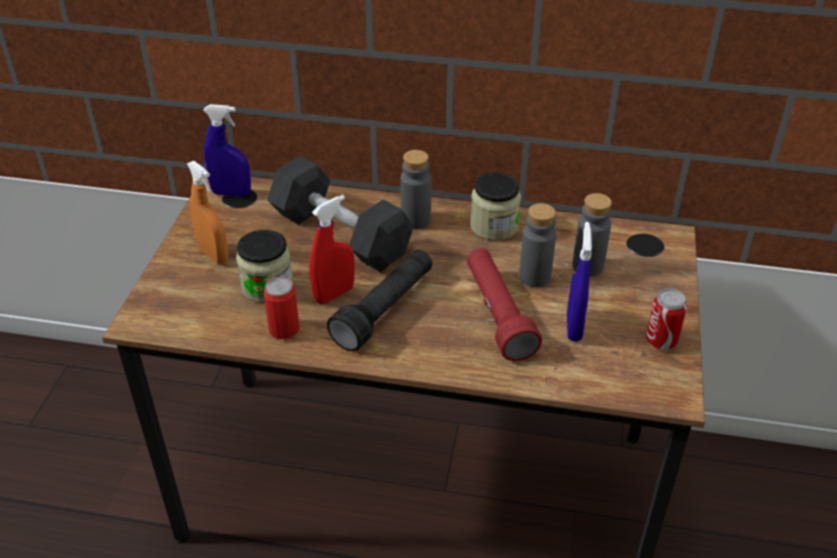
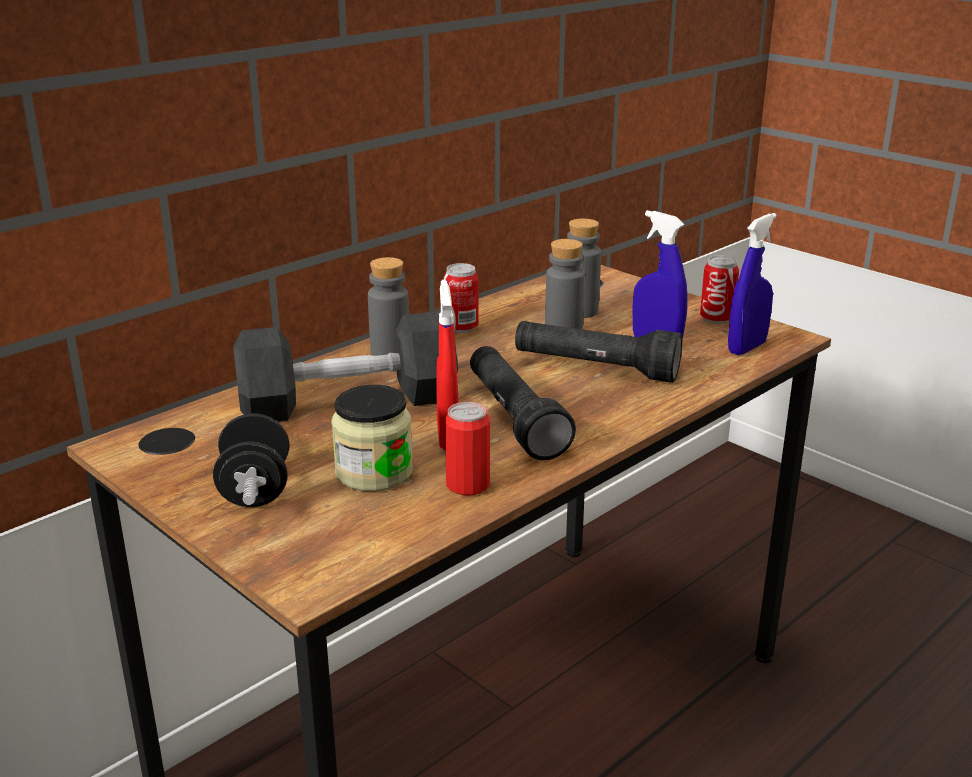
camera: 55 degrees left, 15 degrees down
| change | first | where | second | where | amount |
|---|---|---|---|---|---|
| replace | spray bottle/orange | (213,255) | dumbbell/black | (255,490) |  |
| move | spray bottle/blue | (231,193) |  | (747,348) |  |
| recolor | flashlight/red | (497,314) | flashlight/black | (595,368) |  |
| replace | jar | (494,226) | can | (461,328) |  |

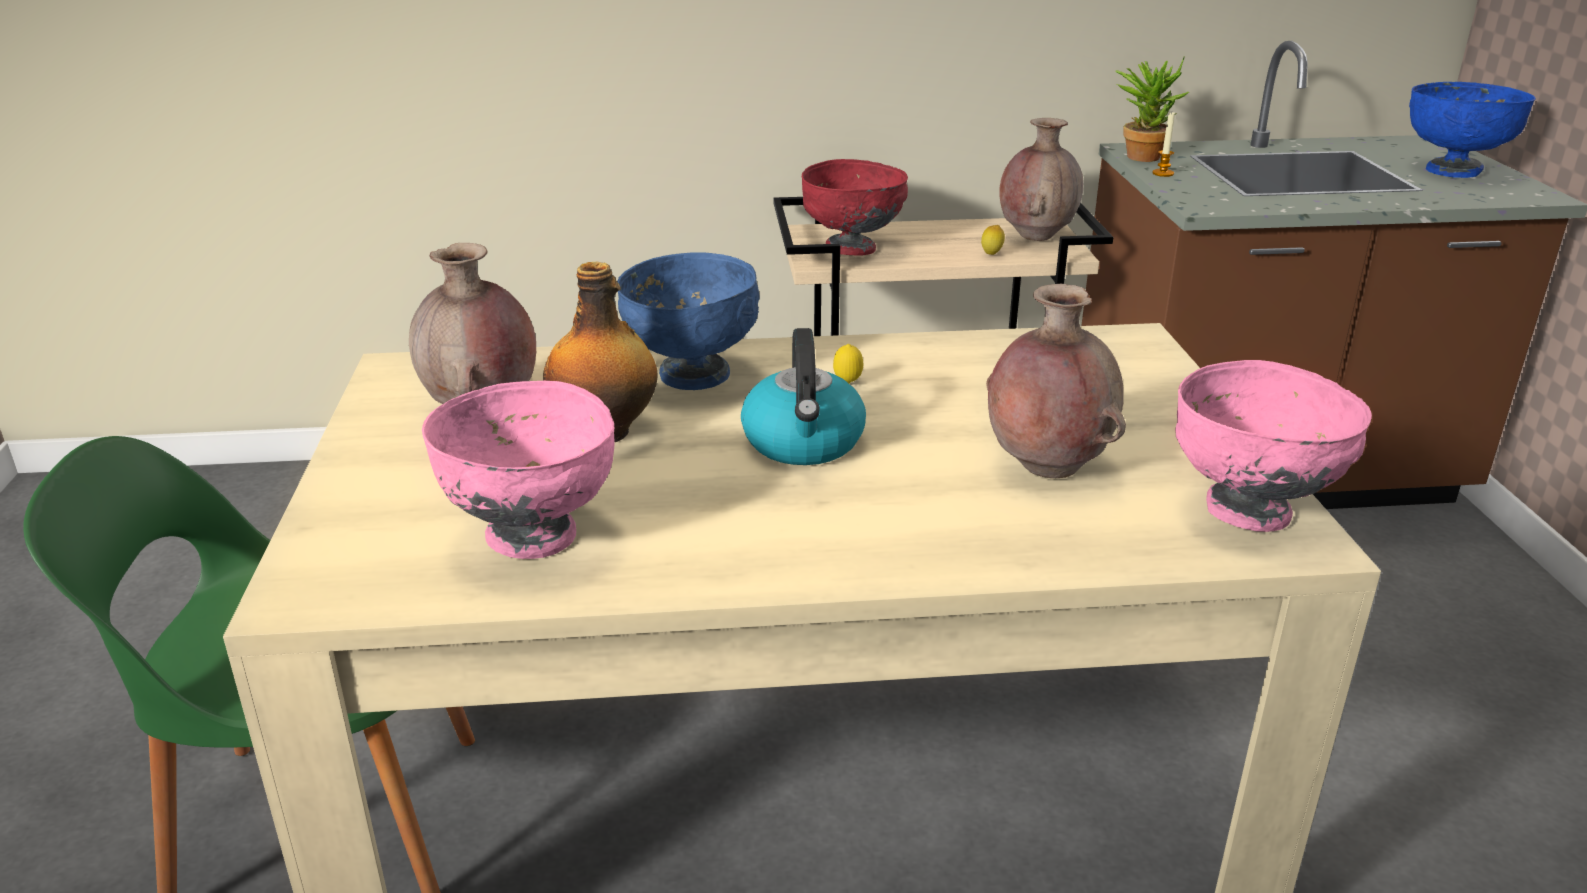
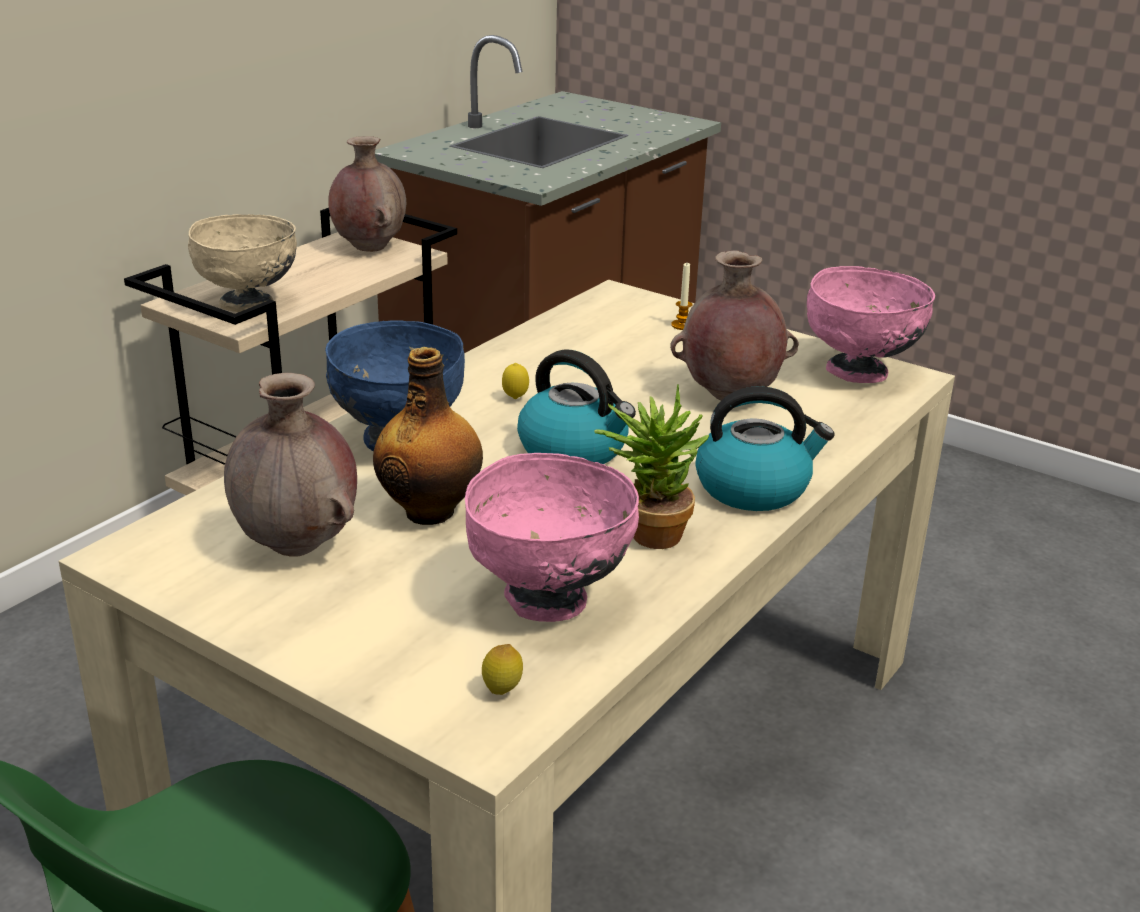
camera: 50 degrees left, 0 degrees up
| change | first | where | second | where | amount |
|---|---|---|---|---|---|
| recolor | bowl/red | (851,249) | bowl/beige | (248,305) |  |
| move | lemon | (991,255) |  | (502,692) |  |
| move | potted plant | (1142,155) |  | (648,532) |  |
| move | candle | (1163,173) |  | (682,325) |  |
| delete | bowl/blue | (1453,171) |  |  |  |
| insert |  |  | kettle | (754,488) |  |

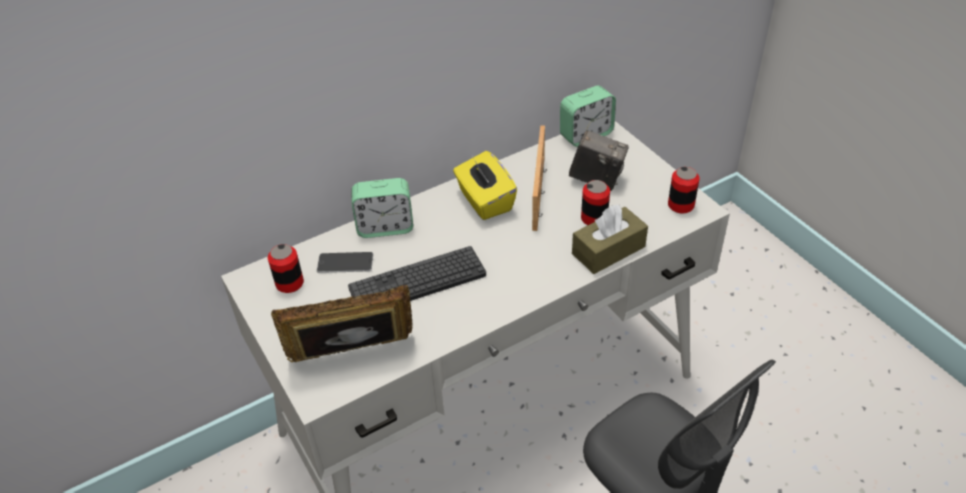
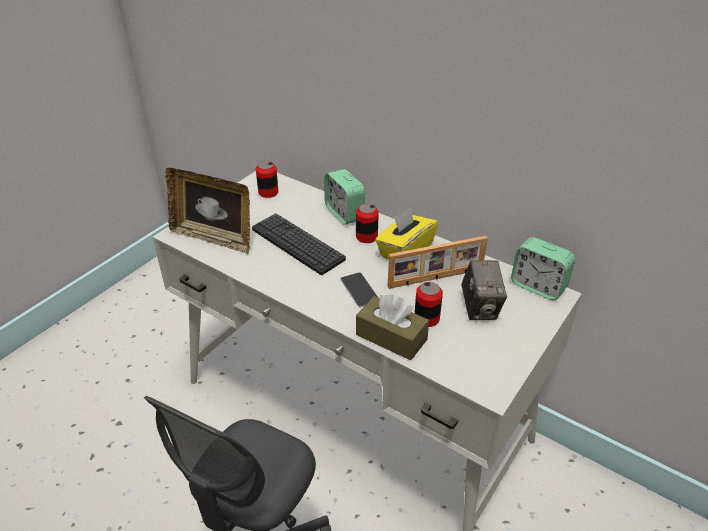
camera: 65 degrees right, 5 degrees down
| change | first | where | second | where | amount |
|---|---|---|---|---|---|
| rotate | picture frame | (352,357) |  | (214,237) | 150 degrees clockwise |
| move | phone | (345,262) |  | (359,290) |  |
| move | can | (681,205) |  | (366,237) |  |

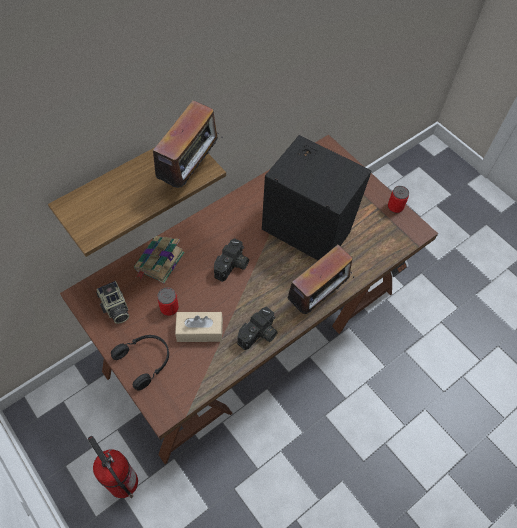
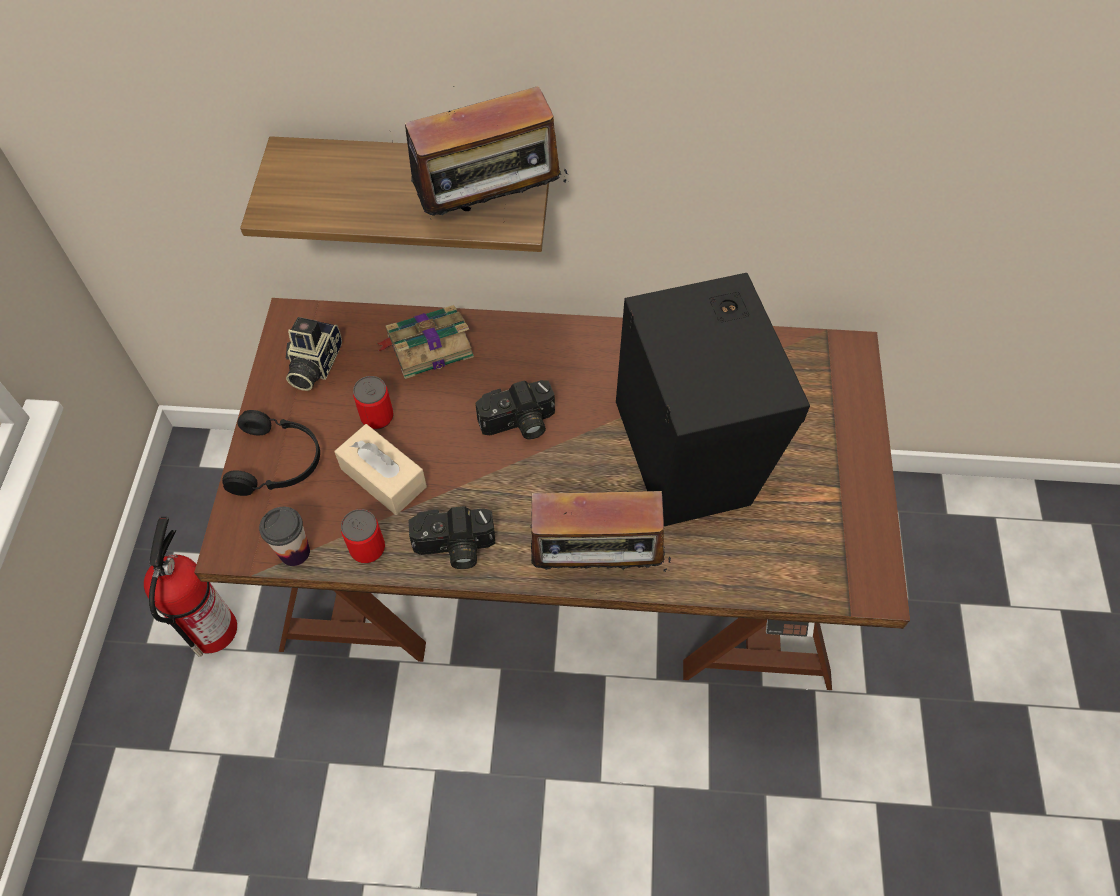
camera: 45 degrees right, 0 degrees up
| change | first | where | second | where | amount |
|---|---|---|---|---|---|
| move | can | (395,207) |  | (367,548) |  |
| insert |  |  | cup | (294,552) |  |

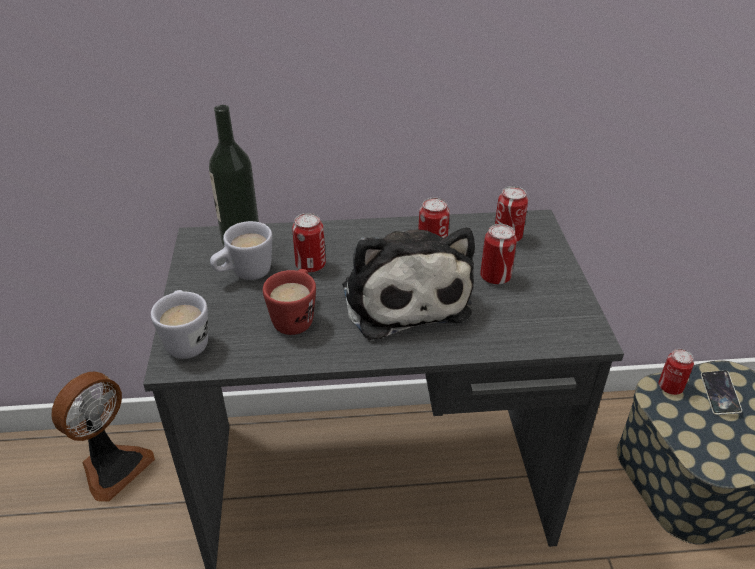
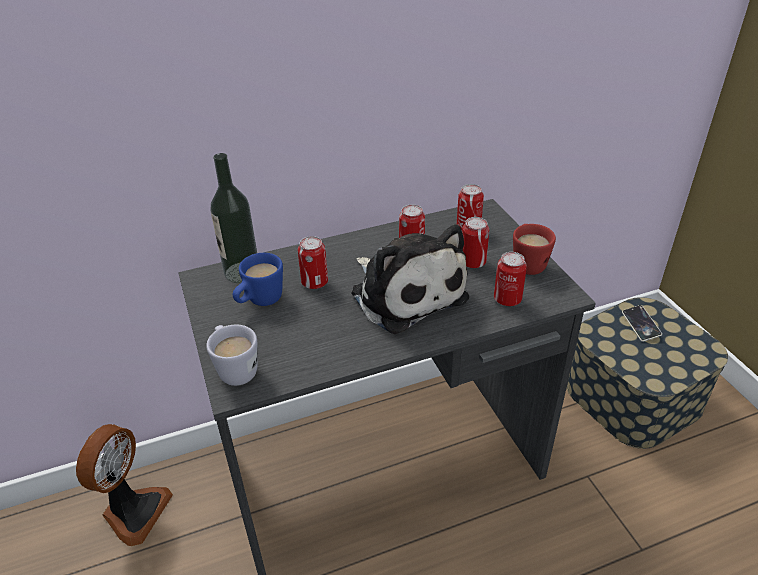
camera: 15 degrees left, 0 degrees up
| change | first | where | second | where | amount |
|---|---|---|---|---|---|
| recolor | mug/white | (244,274) | mug/blue | (260,301) |  |
| move | mug/red | (296,317) |  | (527,262) |  |
| move | can | (670,387) |  | (507,299) |  |

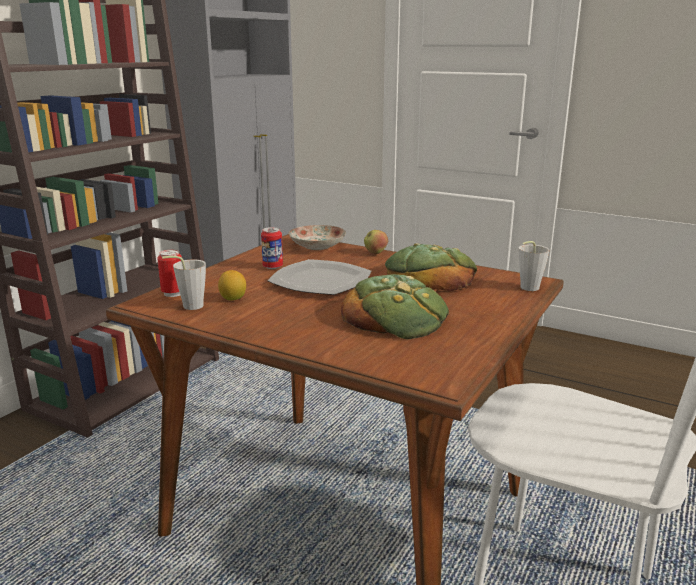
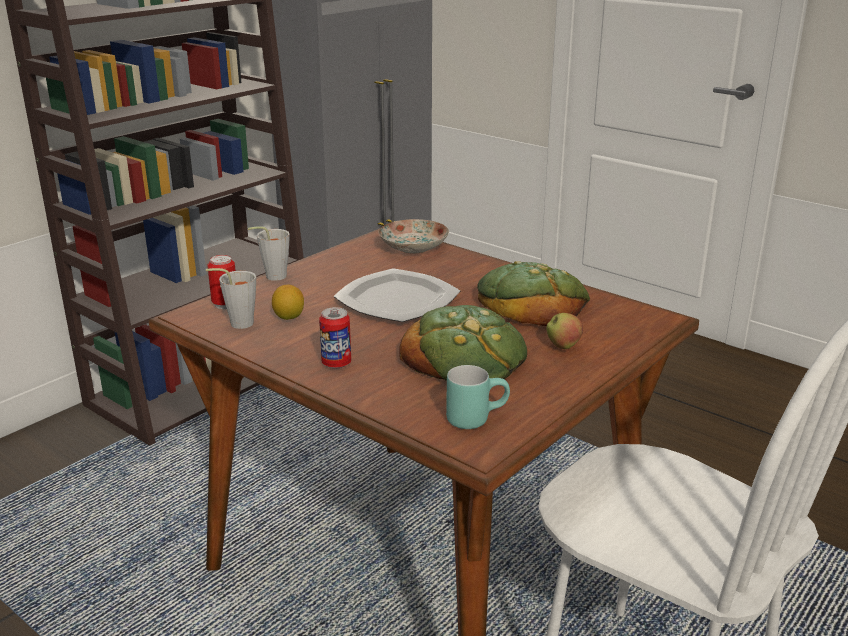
camera: 10 degrees right, 5 degrees up
| change | first | where | second | where | amount |
|---|---|---|---|---|---|
| move | can | (272,267) |  | (336,363) |  |
| move | apple | (376,253) |  | (563,347) |  |
| move | cup/grey | (526,288) |  | (271,277) |  |
| insert |  |  | mug/turquoise | (475,417) |  |

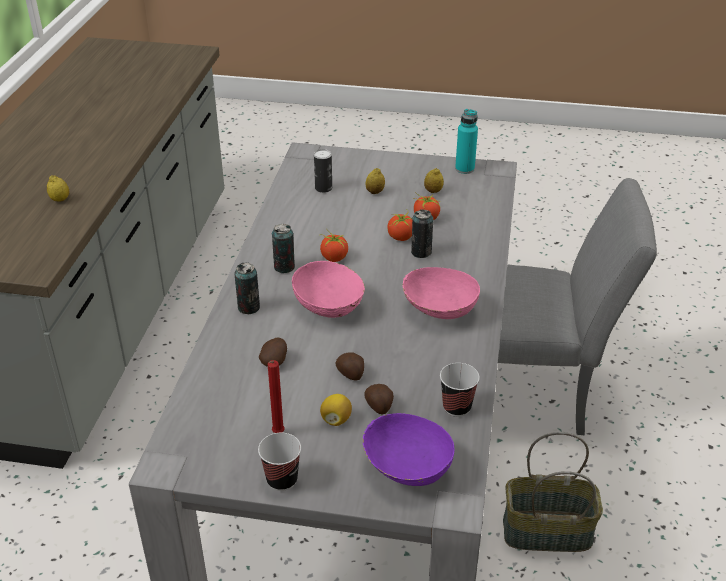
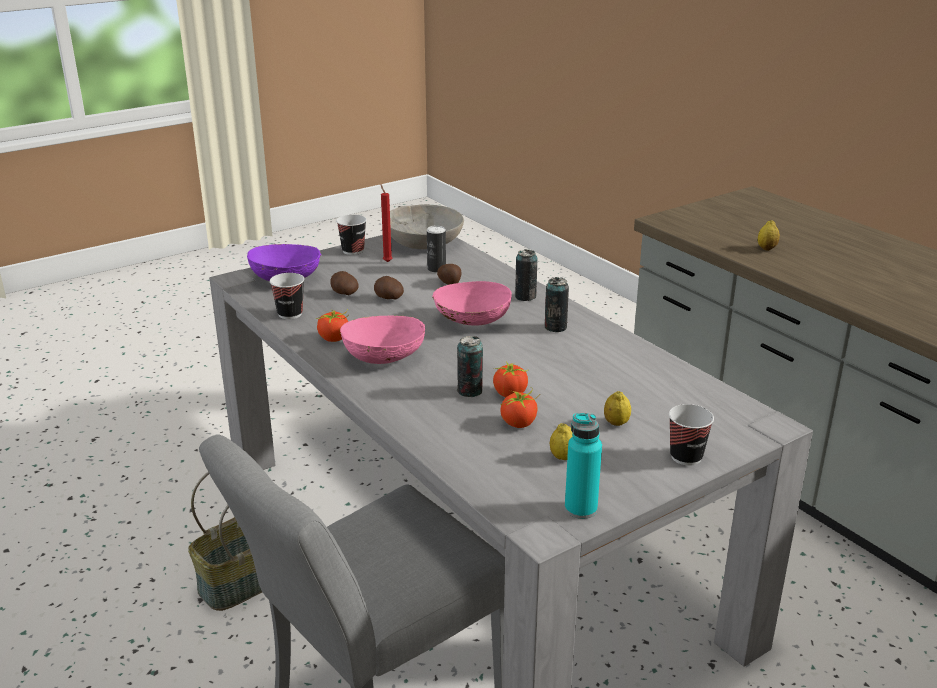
camera: 135 degrees right, 10 degrees down
| change | first | where | second | where | amount |
|---|---|---|---|---|---|
| move | can | (323,188) |  | (436,269) |  |
| move | tomato | (334,258) |  | (334,338) |  |
| delete | lemon | (336,419) |  |  |  |
| insert |  |  | bowl/grey | (423,242) |  |
| insert |  |  | cup | (686,457) |  |

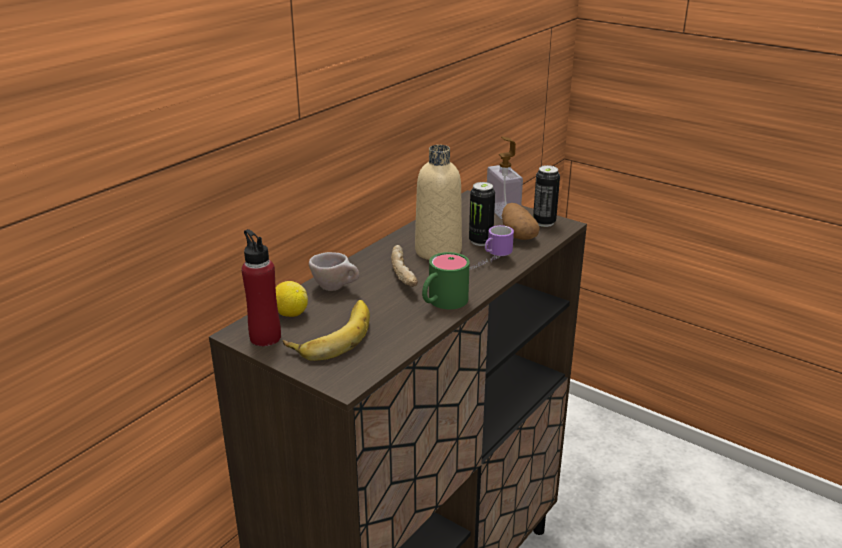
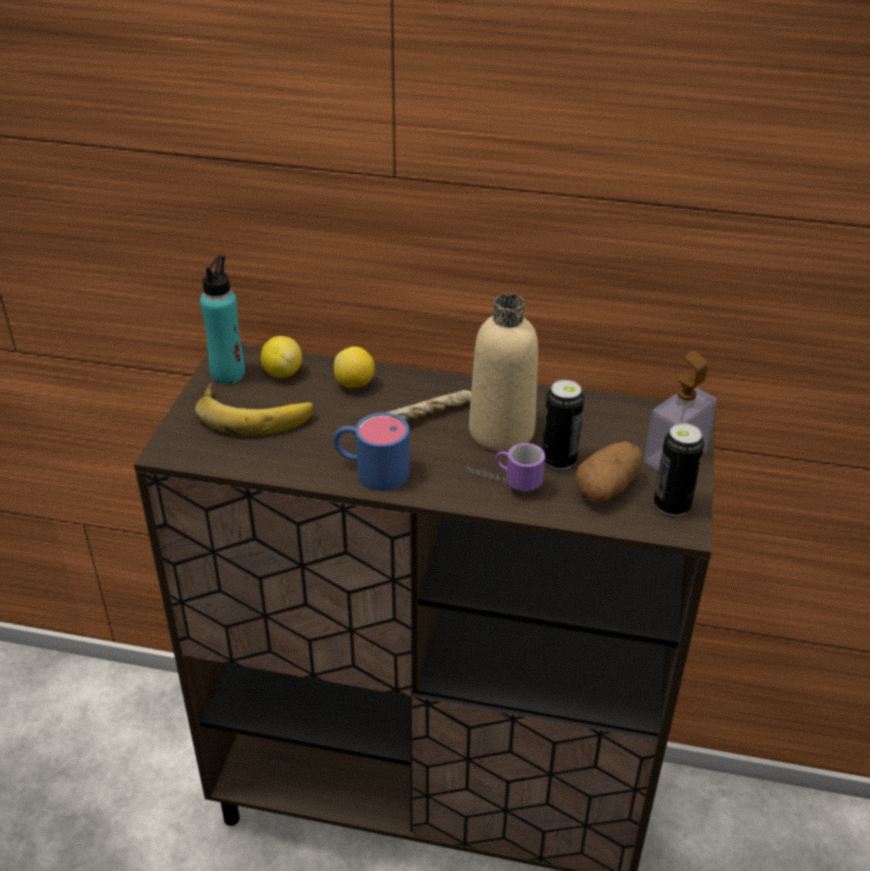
camera: 65 degrees right, 10 degrees up
| change | first | where | second | where | amount |
|---|---|---|---|---|---|
| recolor | bottle/red | (265,337) | bottle/turquoise | (228,373) |  |
| replace | cup/beige | (336,288) | lemon | (355,384) |  |
| recolor | mug/green | (442,302) | mug/blue | (371,470) |  |

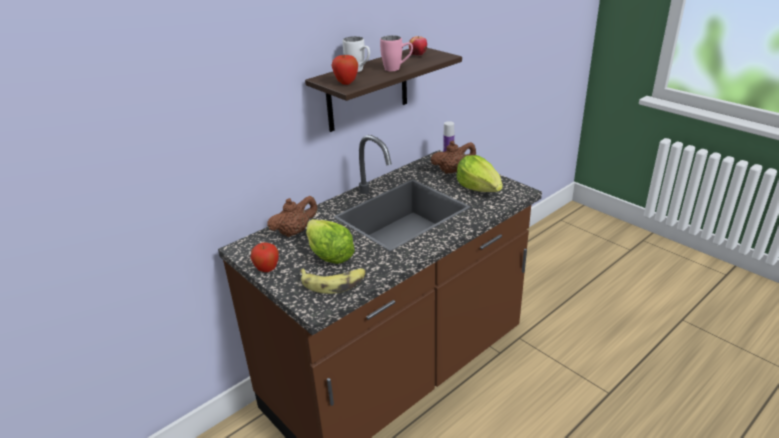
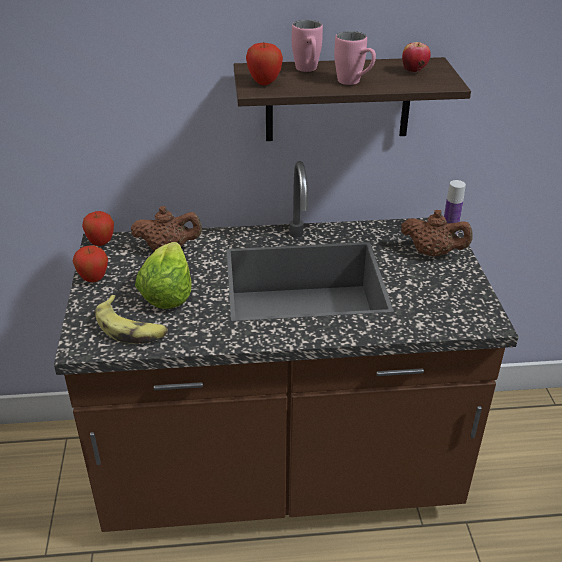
camera: 35 degrees right, 5 degrees up
| change | first | where | second | where | amount |
|---|---|---|---|---|---|
| recolor | mug/white | (359,70) | mug/pink | (307,70) |  |
| delete | lettuce | (479,189) |  |  |  |
| insert |  |  | apple | (101,243) |  |

